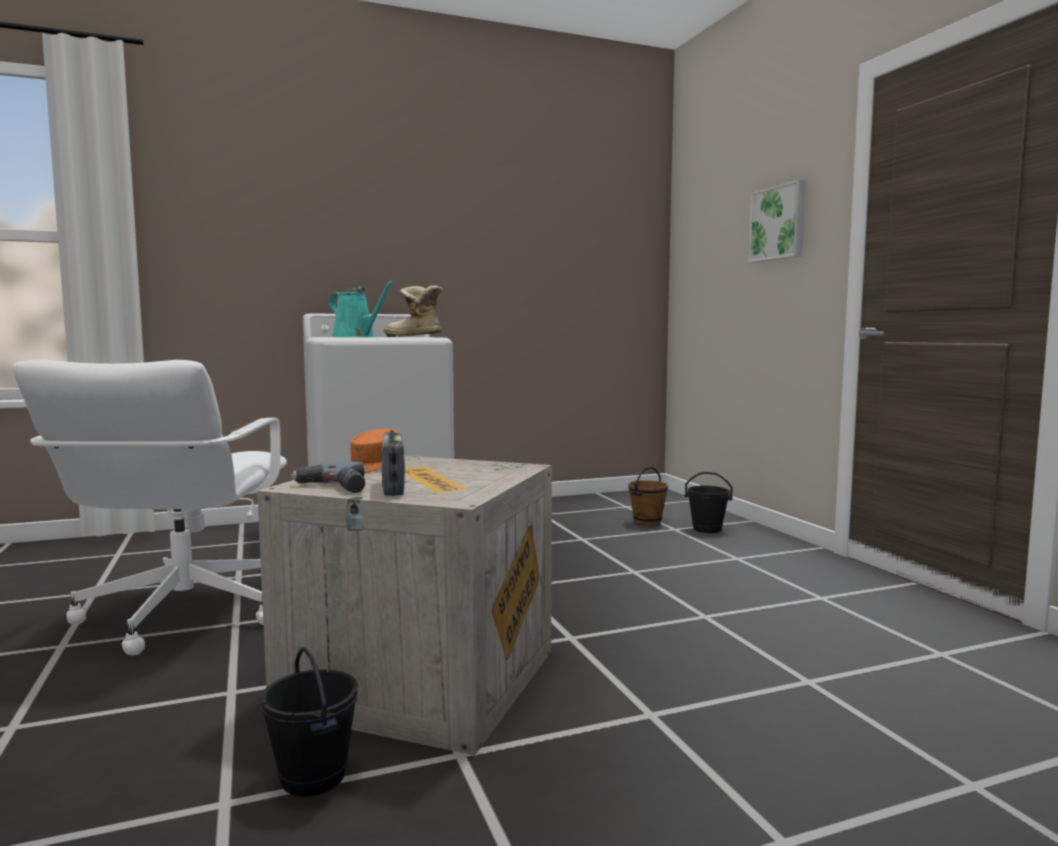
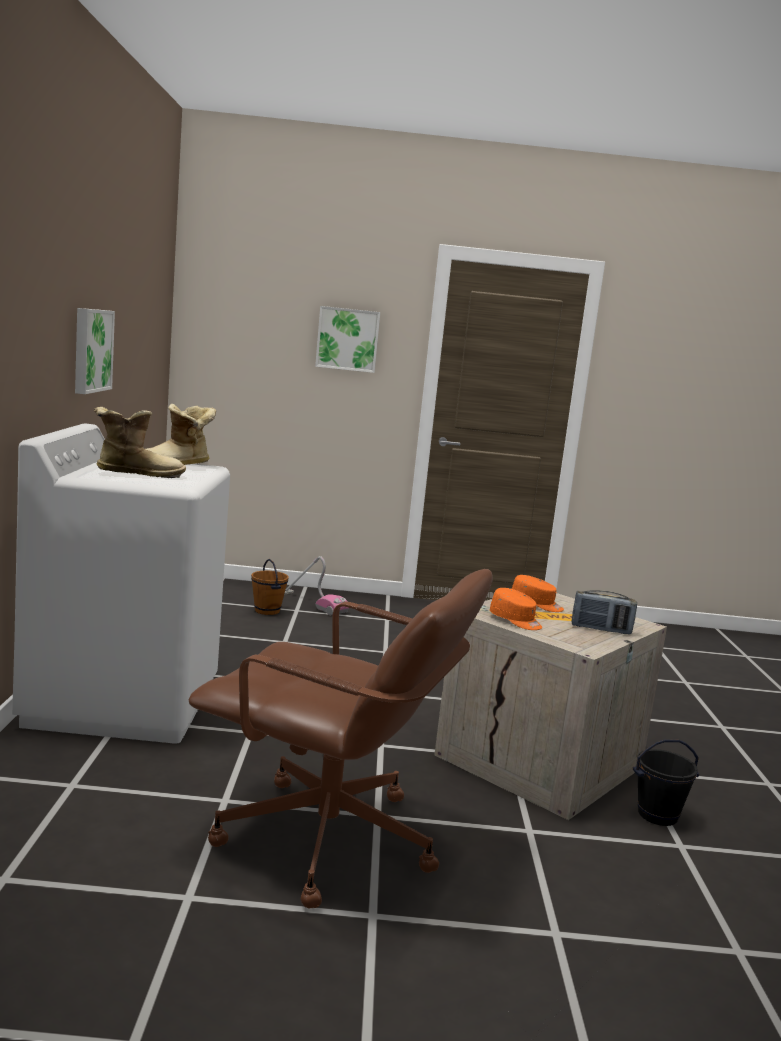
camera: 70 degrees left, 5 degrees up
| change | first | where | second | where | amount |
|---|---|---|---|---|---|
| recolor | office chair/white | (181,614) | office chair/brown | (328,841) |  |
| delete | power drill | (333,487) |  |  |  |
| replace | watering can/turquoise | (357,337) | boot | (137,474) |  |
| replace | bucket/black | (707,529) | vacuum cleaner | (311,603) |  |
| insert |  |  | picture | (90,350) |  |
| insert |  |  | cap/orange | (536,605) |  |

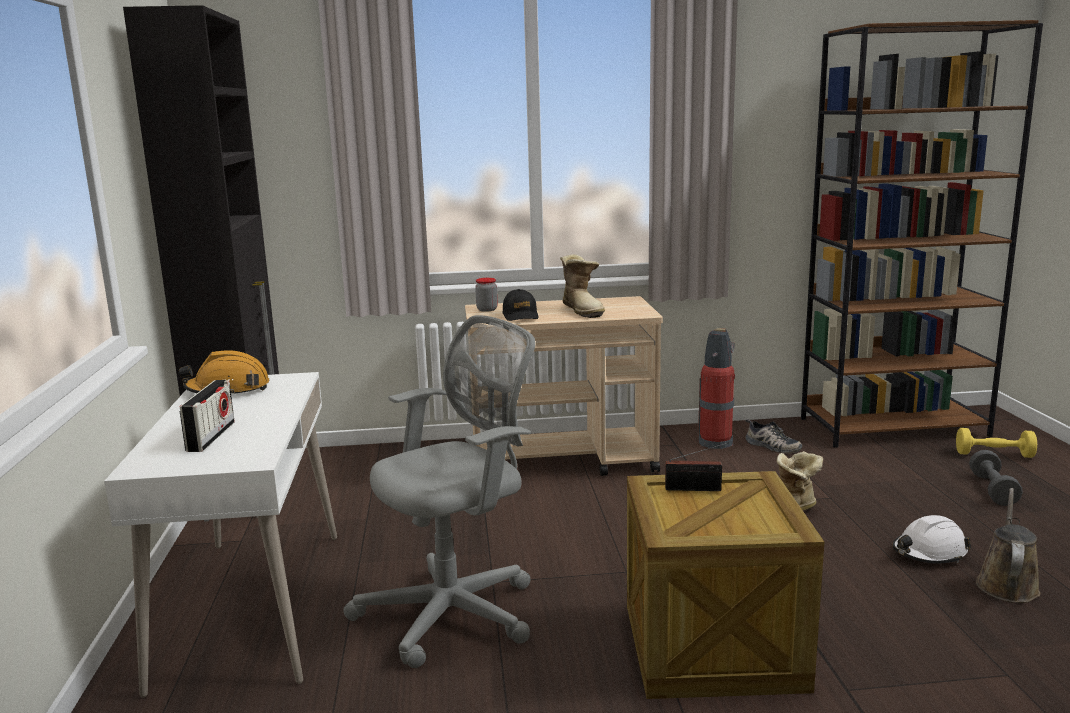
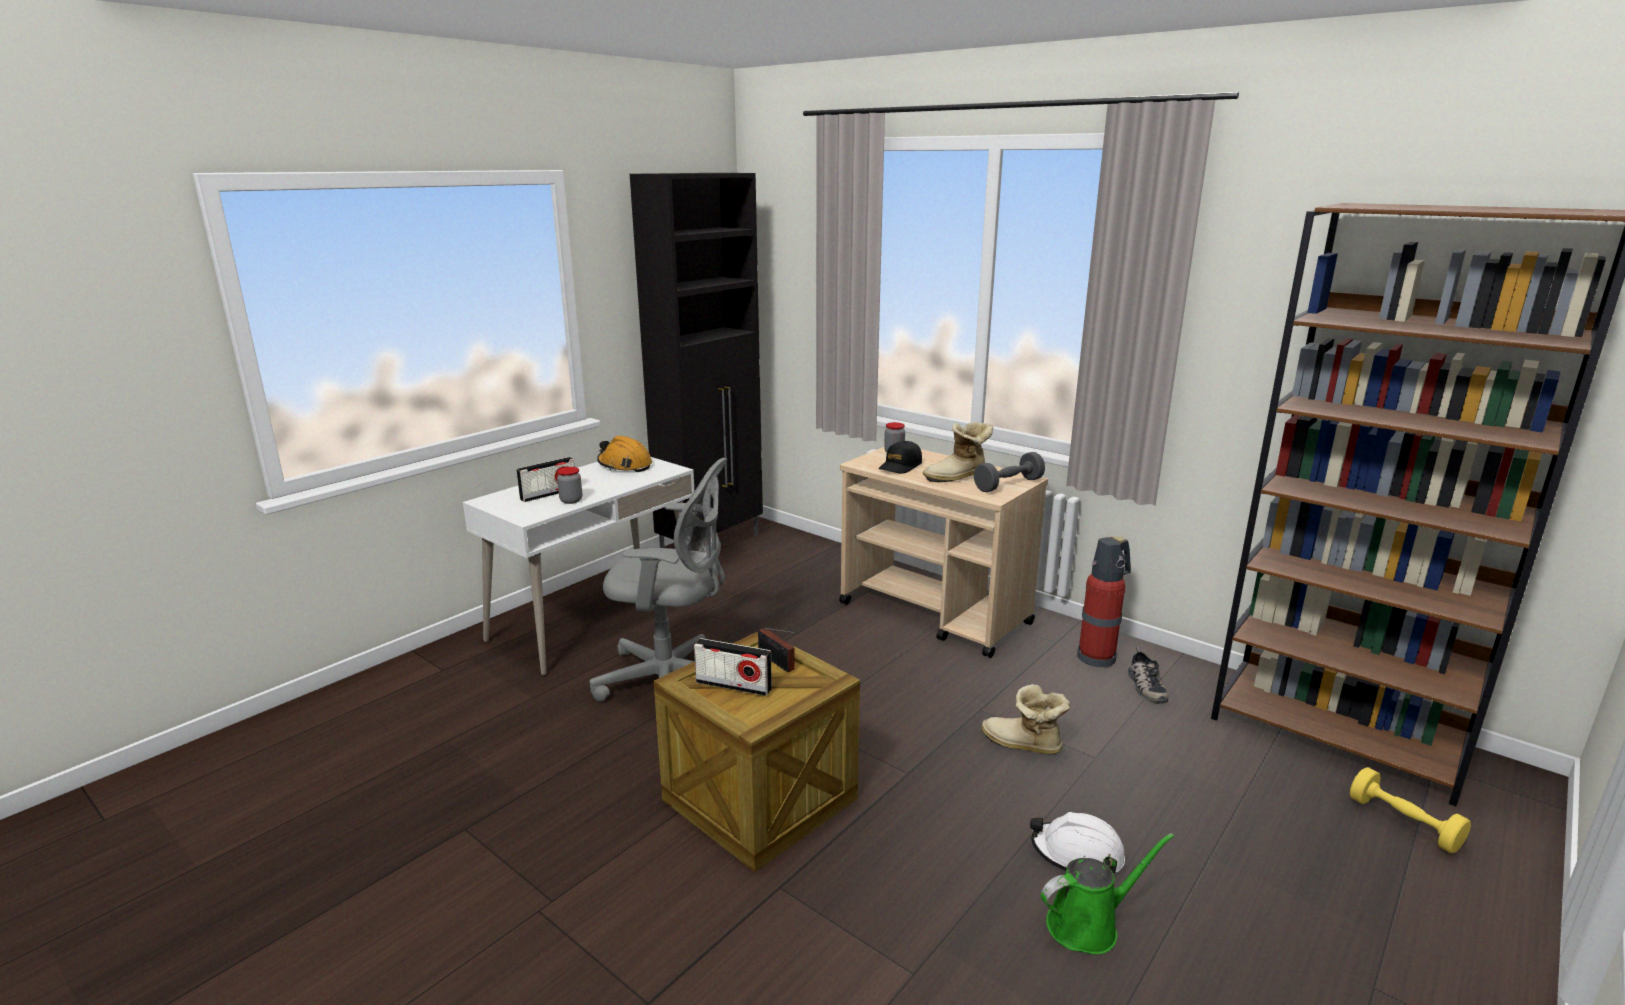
camera: 45 degrees right, 5 degrees up
| change | first | where | second | where | amount |
|---|---|---|---|---|---|
| rotate | boot | (583,310) |  | (958,477) | 45 degrees clockwise |
| move | dumbbell/grey | (993,490) |  | (1008,485) |  |
| recolor | watering can/brown | (1006,584) | watering can/green | (1088,925) |  |
| insert |  |  | jar | (571,500) |  |
| insert |  |  | radio | (733,685) |  |

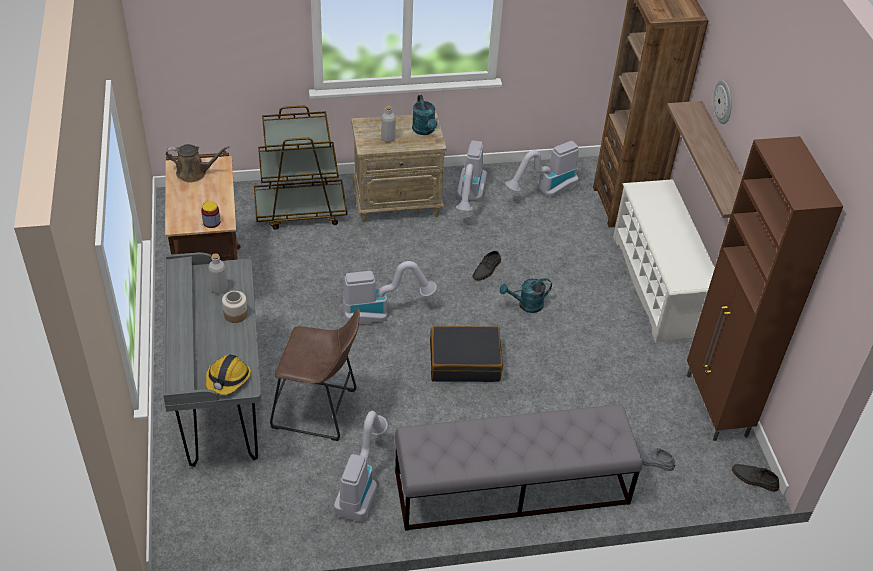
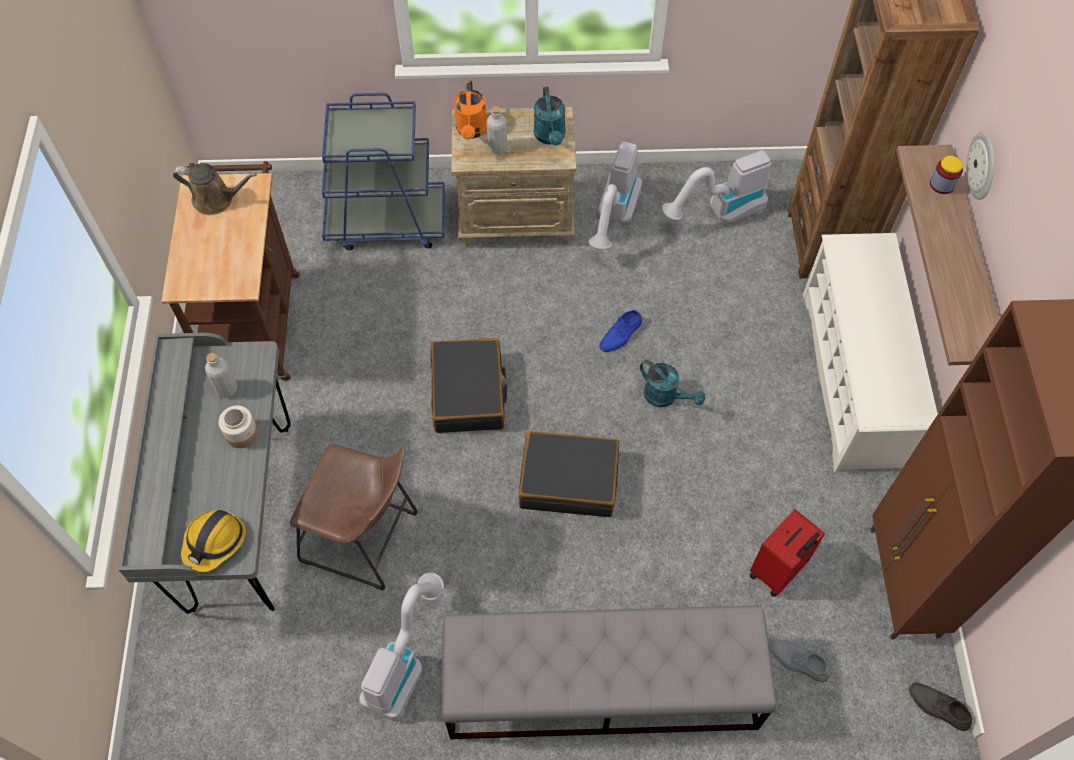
camera: 10 degrees right, 15 degrees up
| change | first | where | second | where | amount |
|---|---|---|---|---|---|
| move | jar | (211,222) |  | (942,184) |  |
| recolor | cart/brown | (301,210) | cart/blue | (387,222) |  |
| replace | vacuum cleaner | (381,313) | suitcase/black | (469,393) |  |
| recolor | shoe/grey | (487,269) | shoe/blue | (621,334) |  |
| rotate | watering can/turquoise | (526,305) |  | (665,397) | 135 degrees counterclockwise |
| insert |  |  | watering can/orange | (471,131) |  |
| insert |  |  | suitcase/red | (778,571) |  |

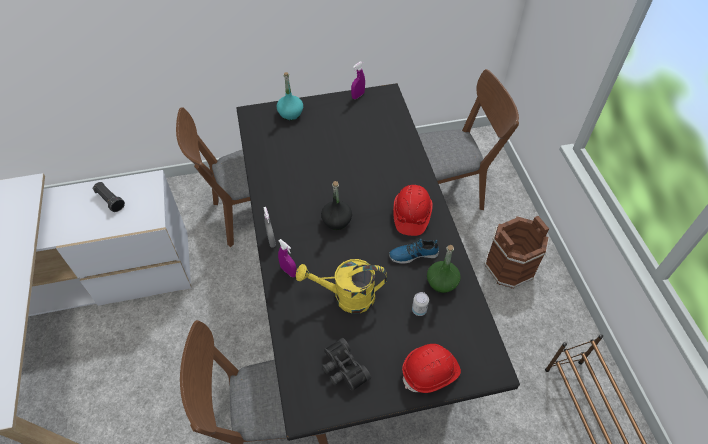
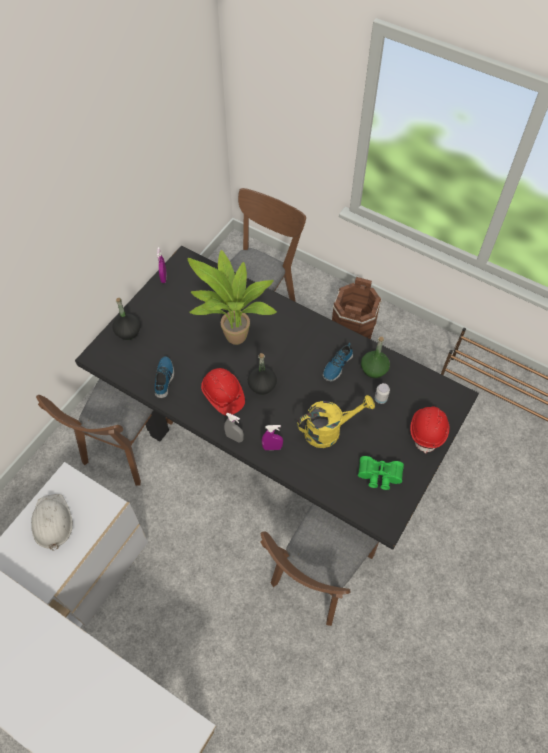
camera: 45 degrees left, 5 degrees up
| change | first | where | second | where | amount |
|---|---|---|---|---|---|
| replace | flashlight/black | (110,200) | hard hat/white | (52,522) |  |
| recolor | bottle/turquoise | (290,113) | bottle/black | (128,331) |  |
| rotate | watering can/yellow | (346,297) |  | (329,430) | 150 degrees counterclockwise |
| recolor | binoculars/black | (342,369) | binoculars/green | (379,477) |  |
| move | hard hat/red | (411,215) |  | (223,395) |  |
| insert |  |  | shoe | (164,378) |  |
| insert |  |  | potted plant | (234,340) |  |

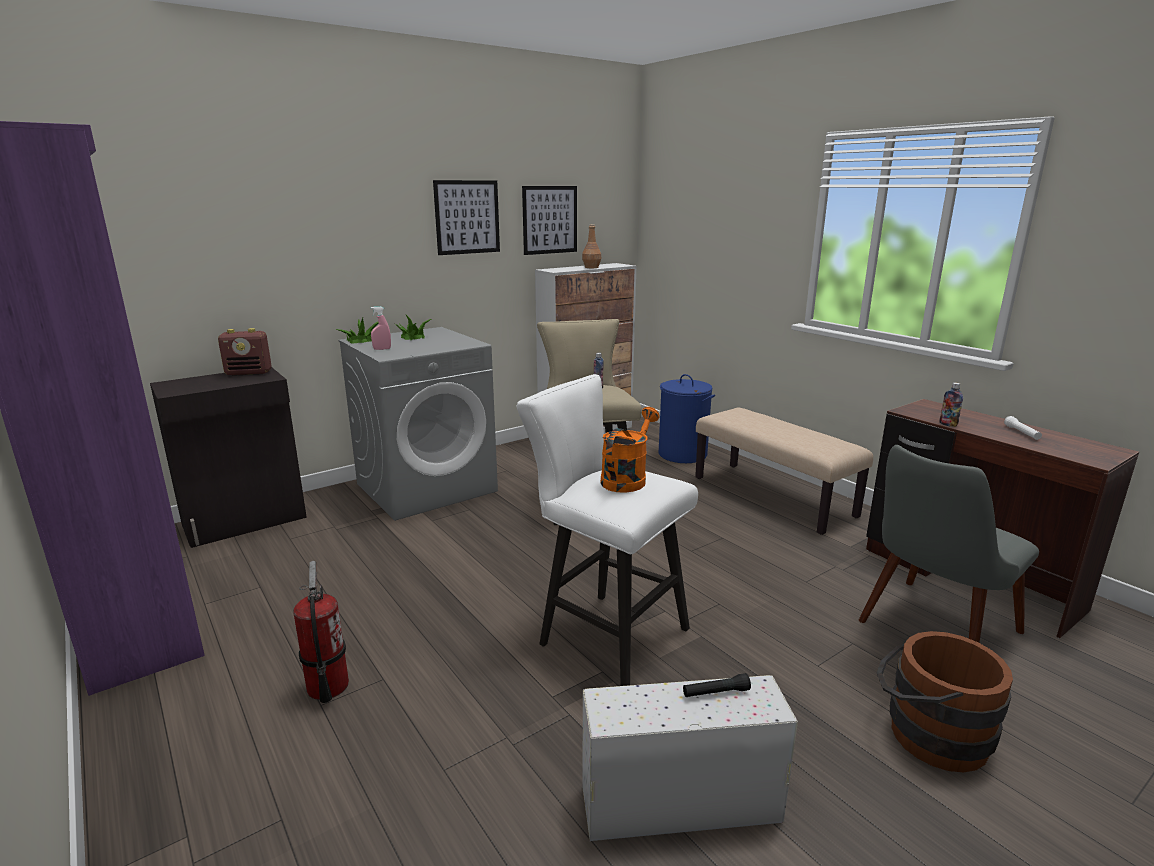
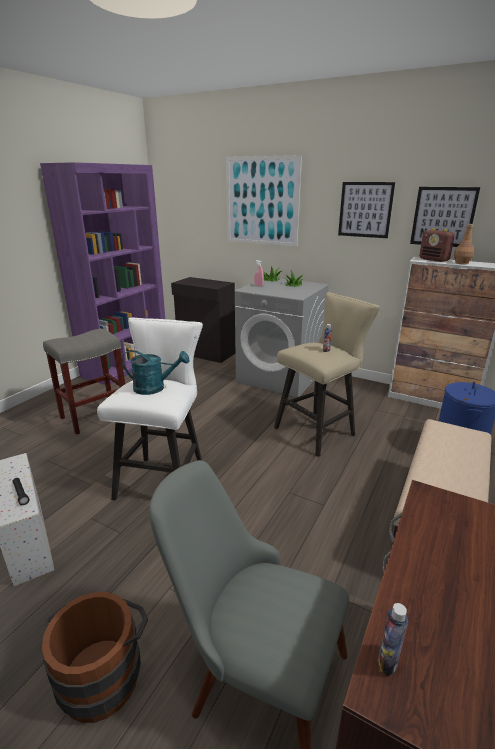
camera: 65 degrees right, 5 degrees up
| change | first | where | second | where | amount |
|---|---|---|---|---|---|
| move | radio | (249,373) |  | (434,260) |  |
| replace | fire extinguisher | (327,687) | stool/grey | (95,416) |  |
| recolor | watering can/orange | (627,478) | watering can/turquoise | (155,388) |  |
| move | bottle | (948,424) |  | (387,661) |  |
| delete | flashlight/white | (1022,433) |  |  |  |
| insert |  |  | picture | (261,201) |  |

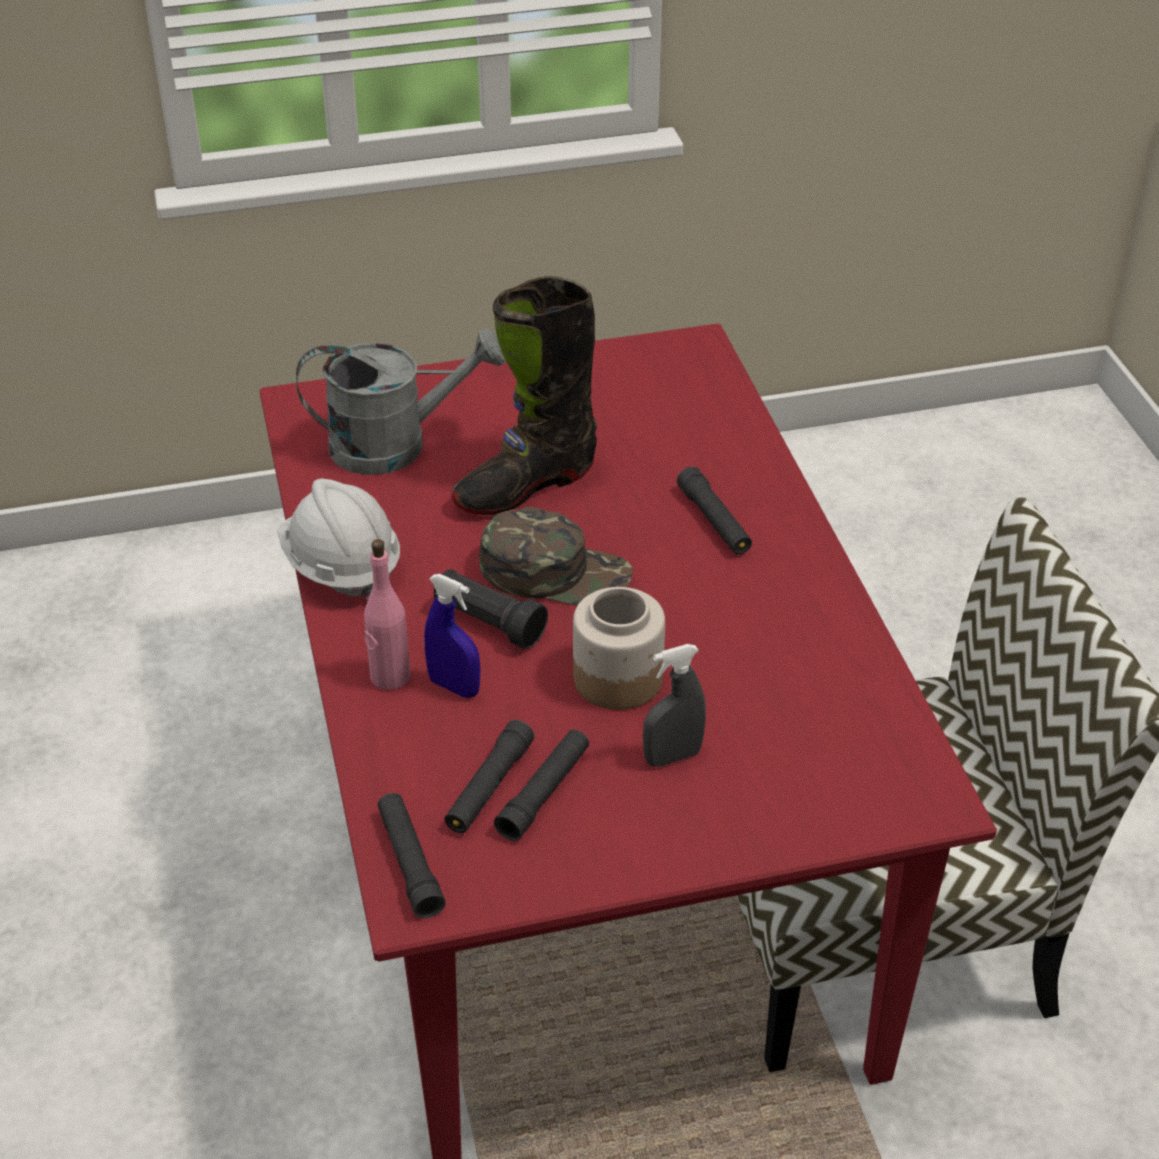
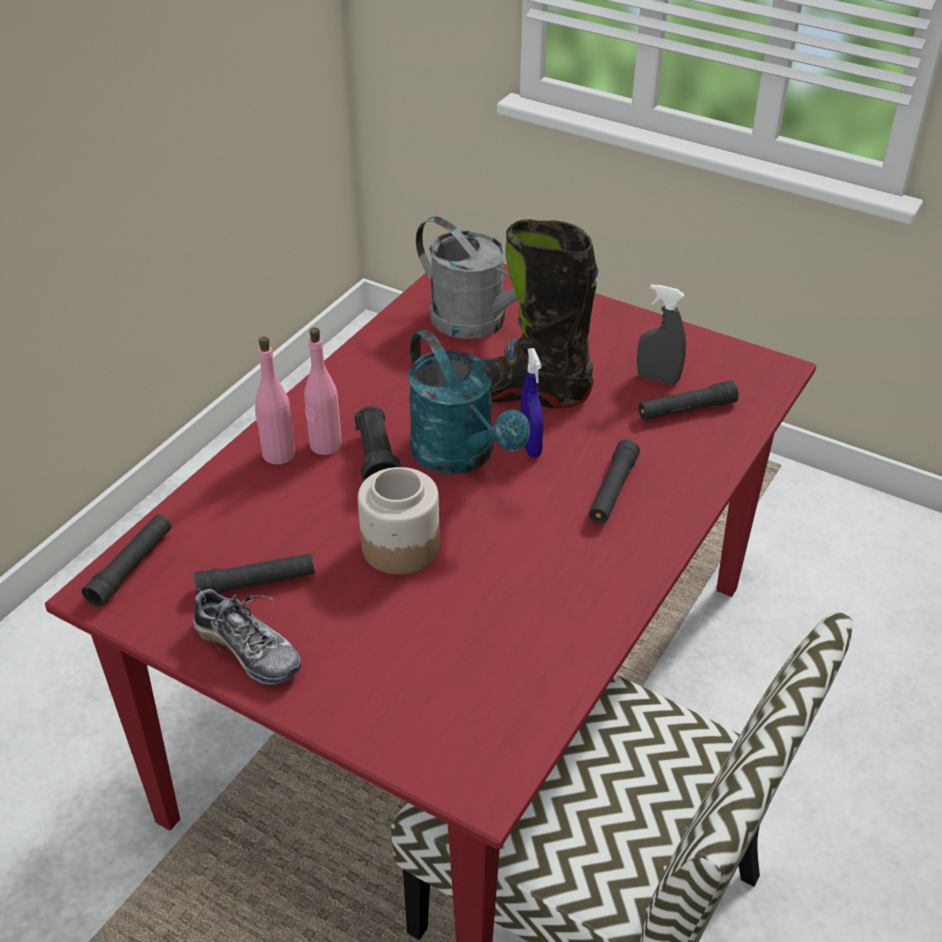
camera: 45 degrees right, 0 degrees up
| change | first | where | second | where | amount |
|---|---|---|---|---|---|
| delete | hard hat/white | (341,567) |  |  |  |
| move | spray bottle/blue | (454,687) |  | (530,445) |  |
| move | flashlight/black | (489,787) |  | (686,410) |  |
| replace | cap/green | (555,572) | watering can/turquoise | (461,456) |  |
| move | spray bottle/grey | (672,757) |  | (658,378) |  |
| insert |  |  | shoe | (248,650) |  |
| insert |  |  | bottle/pink | (325,445) |  |

